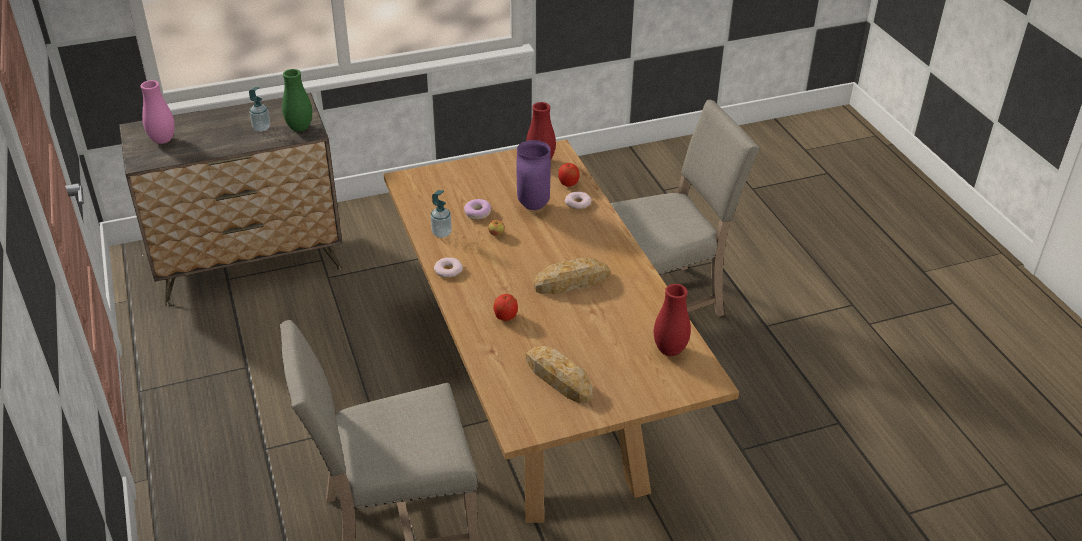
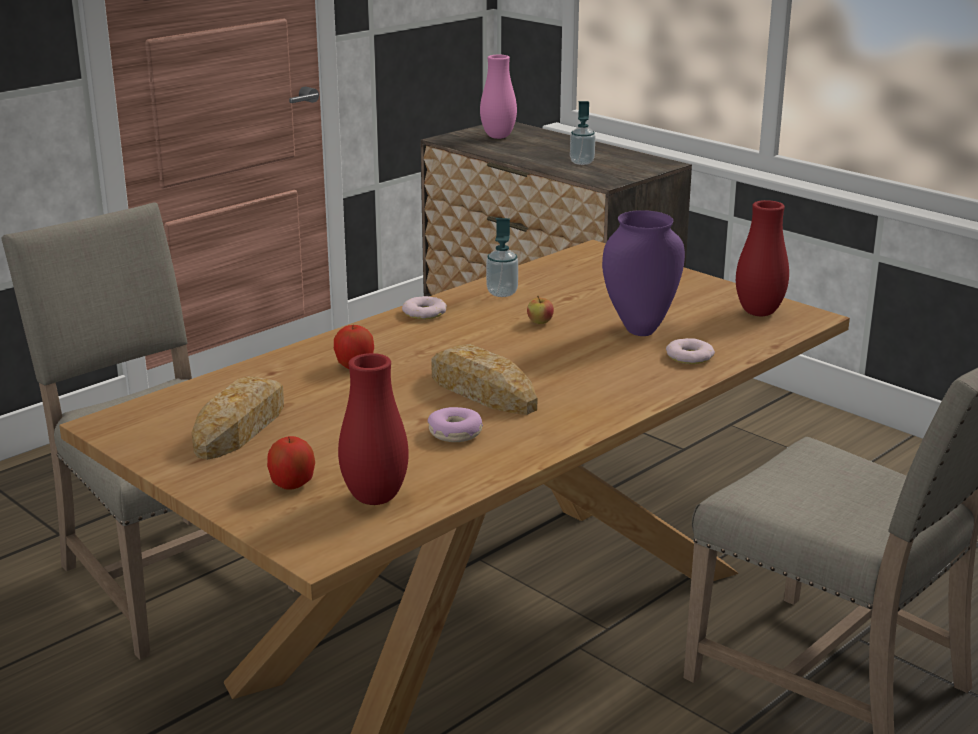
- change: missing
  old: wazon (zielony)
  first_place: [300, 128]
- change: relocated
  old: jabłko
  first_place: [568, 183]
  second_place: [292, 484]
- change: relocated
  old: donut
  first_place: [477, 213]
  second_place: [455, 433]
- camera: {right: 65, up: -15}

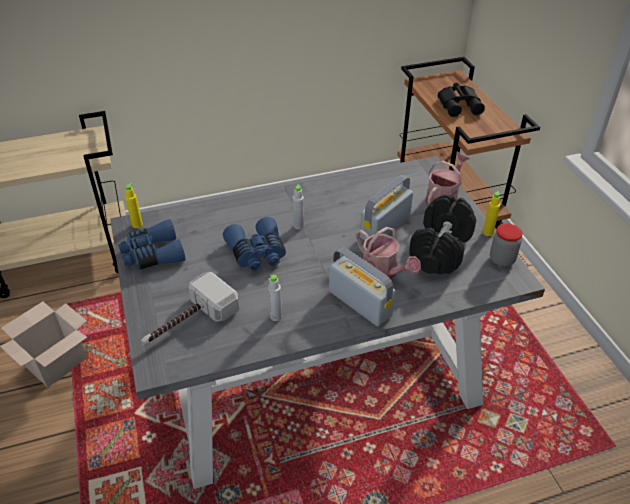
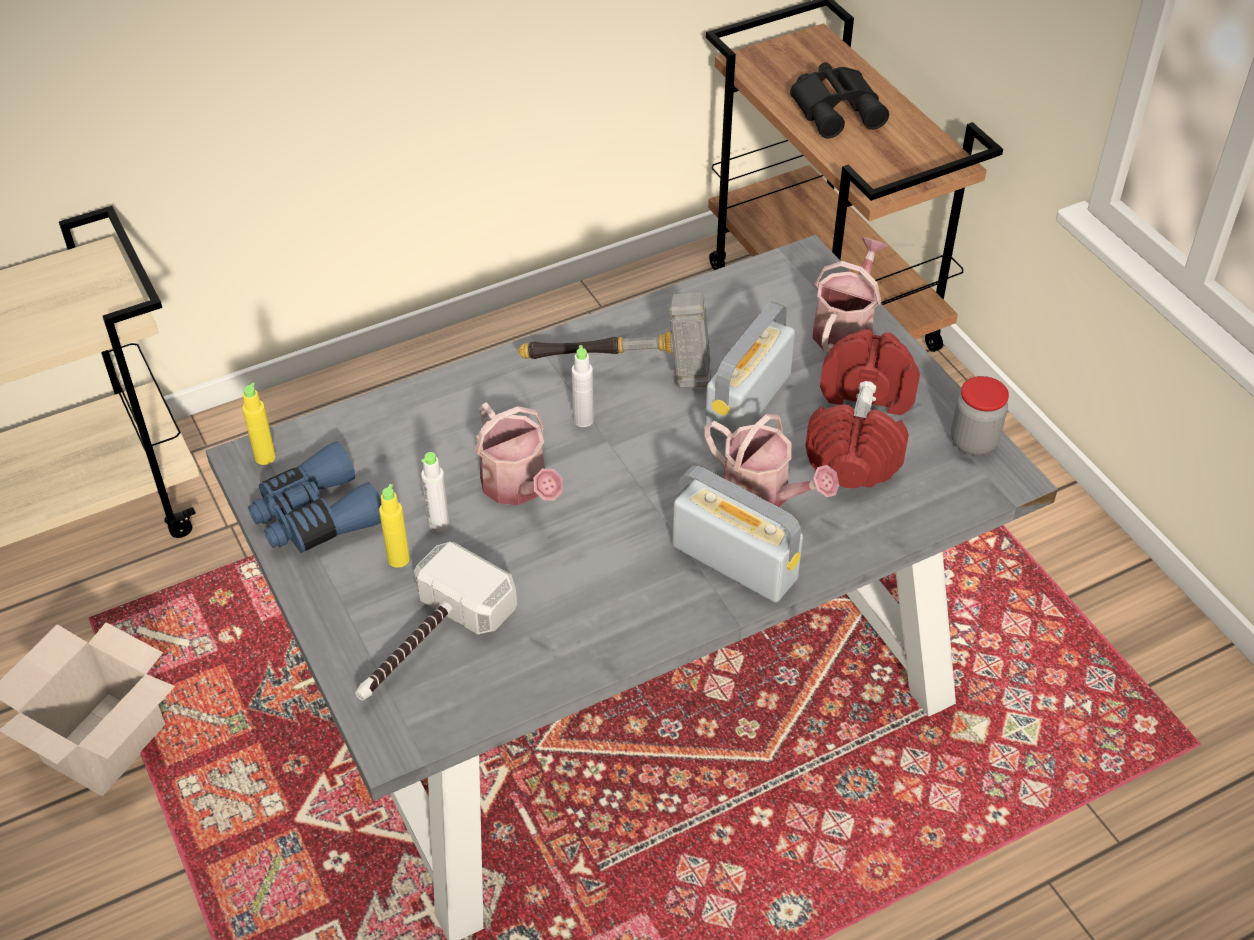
- change: relocated
  old: butelka (żółty)
  first_place: [488, 232]
  second_place: [398, 559]
- change: colour
  old: hantel (czarny)
  new: hantel (czerwony)
  first_place: [440, 249]
  second_place: [860, 434]
- change: exchanged
  old: lornetka (niebieski)
  new: konewka
  first_place: [257, 253]
  second_place: [518, 487]
- change: relocated
  old: butelka (szary)
  first_place: [276, 316]
  second_place: [438, 524]
- change: appeared
  new: młotek
  second_place: [623, 374]
- camera: {right: -10, up: 5}

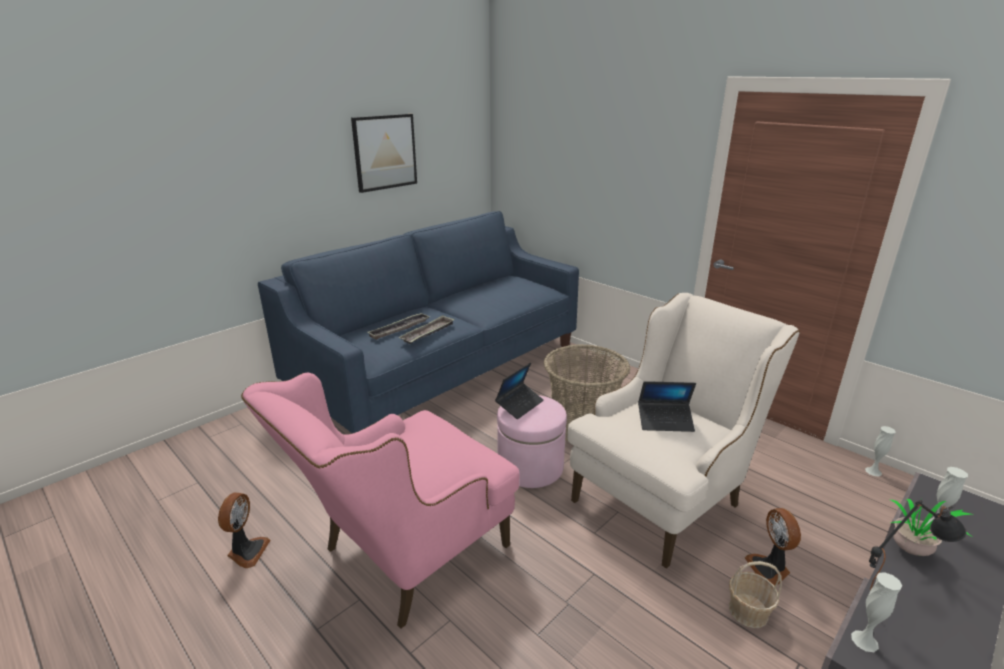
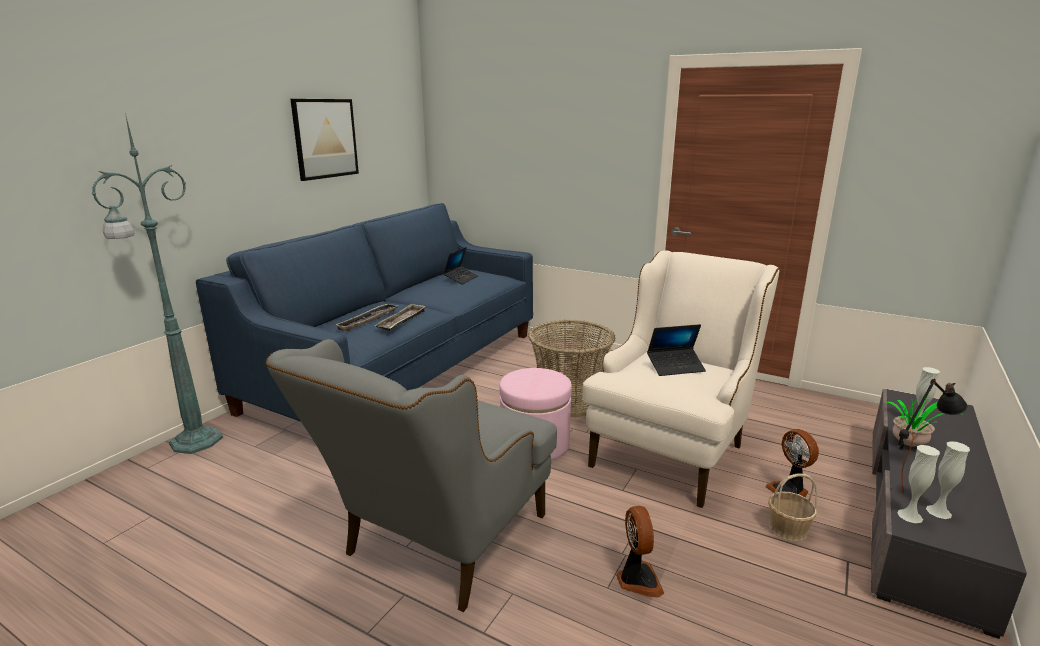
- change: relocated
  old: laptop
  first_place: [519, 405]
  second_place: [461, 279]
- change: colour
  old: fotel (różowy)
  new: fotel (szary)
  first_place: [402, 558]
  second_place: [436, 547]
- change: relocated
  old: wazon (biały)
  first_place: [873, 471]
  second_place: [938, 511]
- change: relocated
  old: wentylator
  first_place: [247, 551]
  second_place: [637, 580]
- change: appeared
  new: lampa stojąca (zielony)
  second_place: [193, 442]
- camera: {right: -15, up: -5}

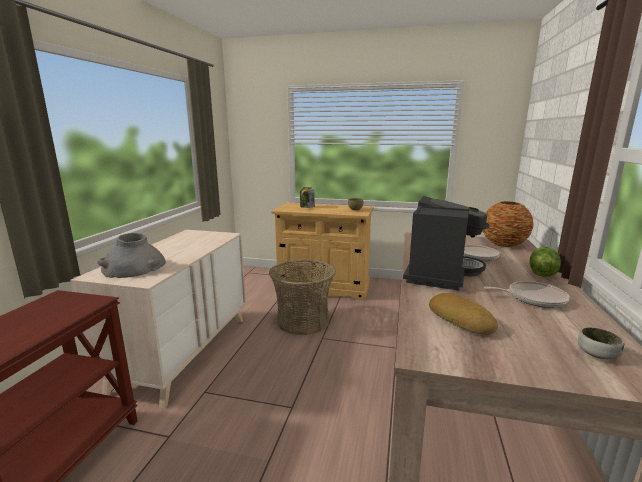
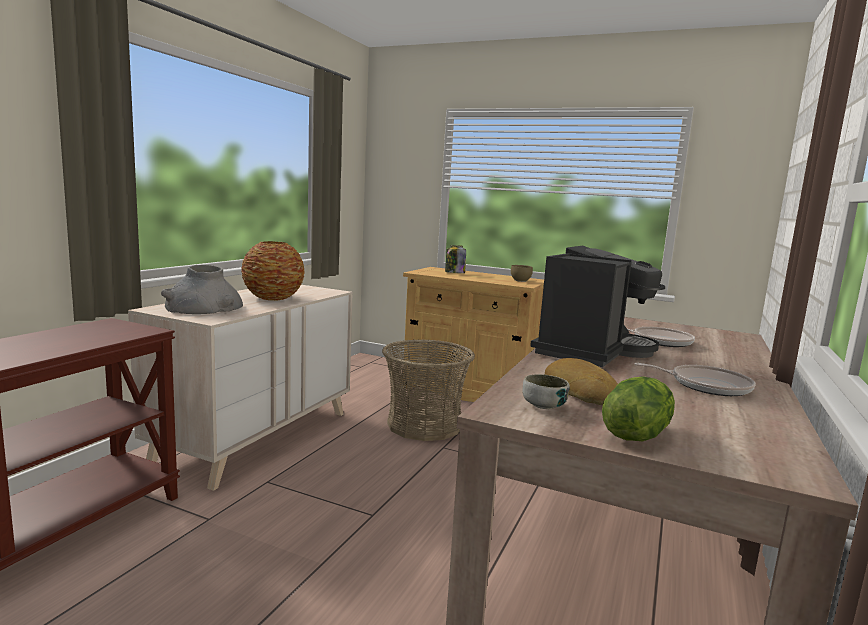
- change: relocated
  old: wazon
  first_place: [503, 244]
  second_place: [272, 298]
- change: relocated
  old: sałata
  first_place: [541, 273]
  second_place: [635, 434]
- change: relocated
  old: miska
  first_place: [597, 354]
  second_place: [543, 405]
- camera: {right: 10, up: -5}

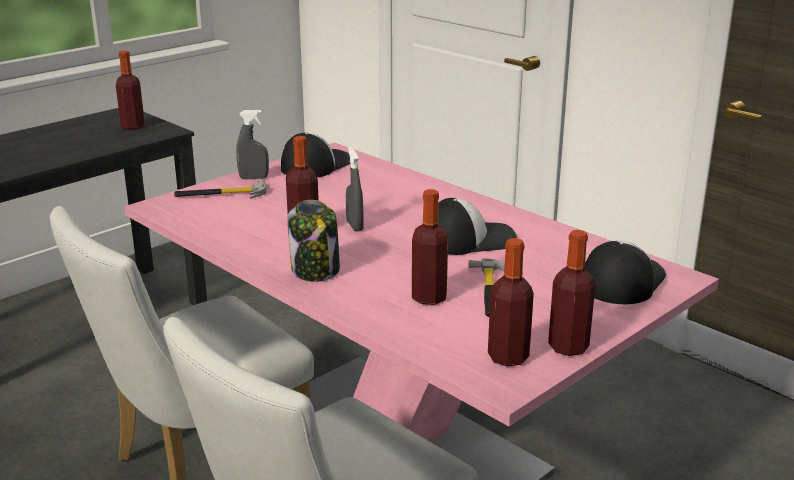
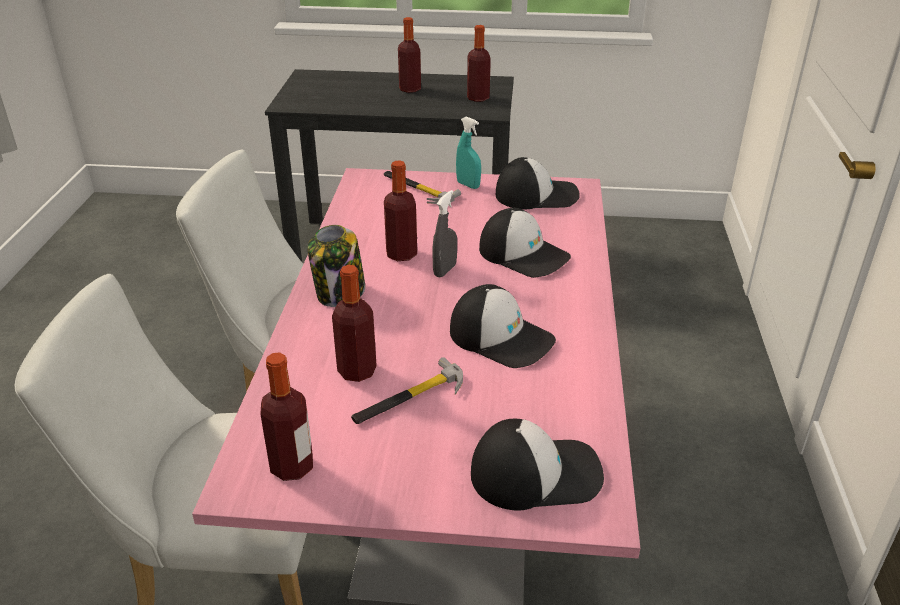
- change: colour
  old: spryskiwacz (szary)
  new: spryskiwacz (turkusowy)
  first_place: [254, 178]
  second_place: [468, 185]
- change: relocated
  old: butelka
  first_place: [568, 347]
  second_place: [410, 89]
- change: appeared
  new: czapka z daszkiem
  second_place: [524, 254]
- camera: {right: 50, up: 10}

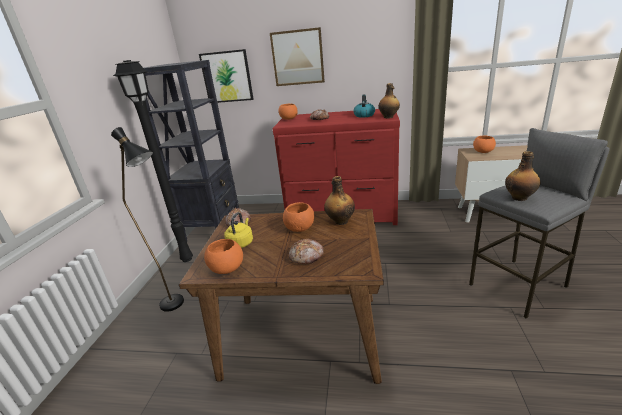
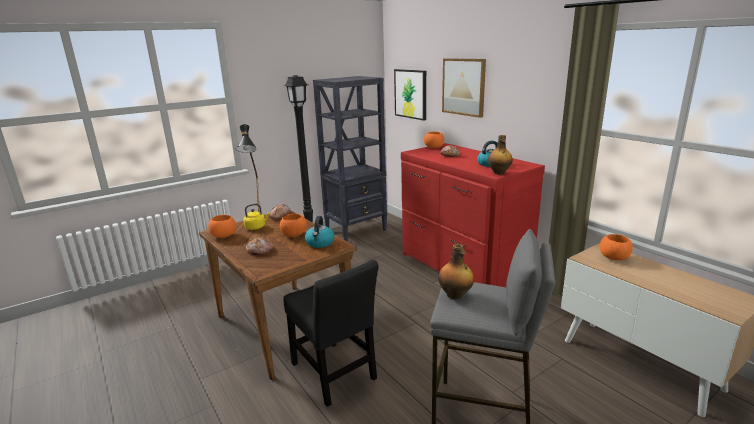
- change: exchanged
  old: butelka
  new: czajnik
  first_place: [340, 221]
  second_place: [320, 243]
- change: appeared
  new: krzesło (czarny)
  second_place: [334, 374]
- camera: {right: 45, up: -5}

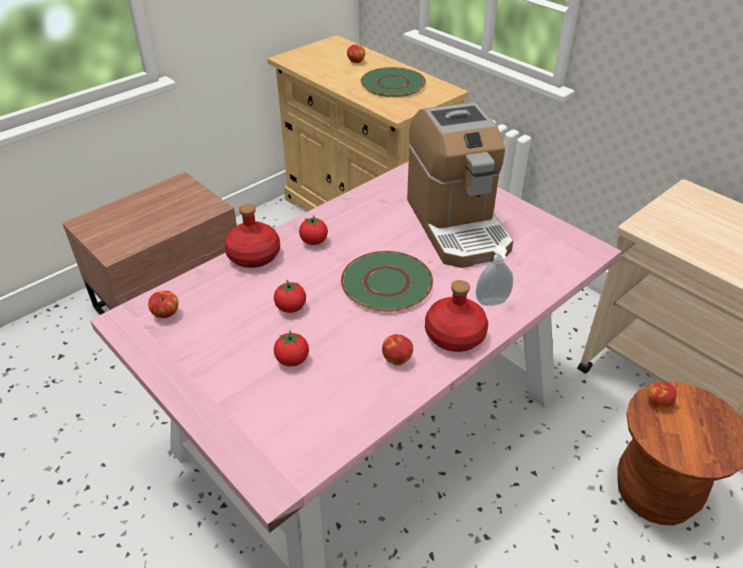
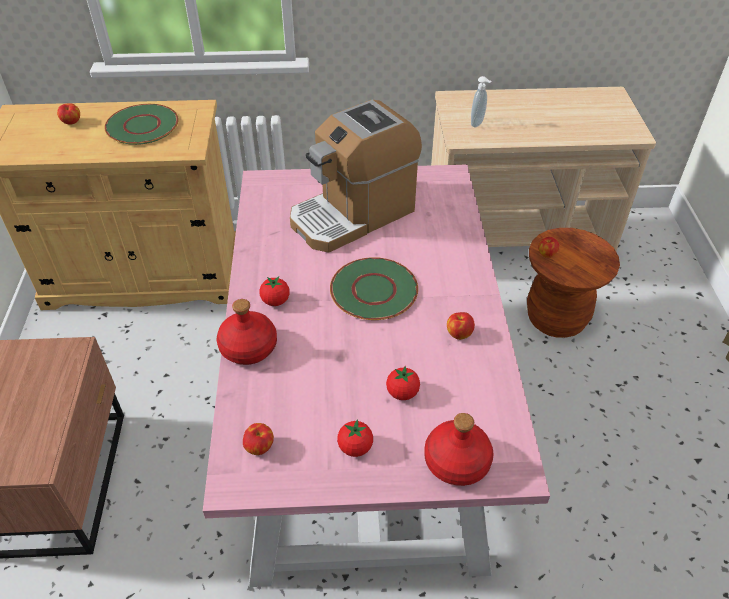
- change: spun
  old: ekspres do kawy
  first_place: [457, 225]
  second_place: [353, 215]
  degrees: 120
- change: relocated
  old: dozownik mydła
  first_place: [492, 303]
  second_place: [478, 123]
- change: relocated
  old: pomidor
  first_place: [291, 308]
  second_place: [355, 447]
- change: relocated
  old: butelka (czerwony)
  first_place: [454, 335]
  second_place: [456, 462]
- camera: {right: -50, up: 5}

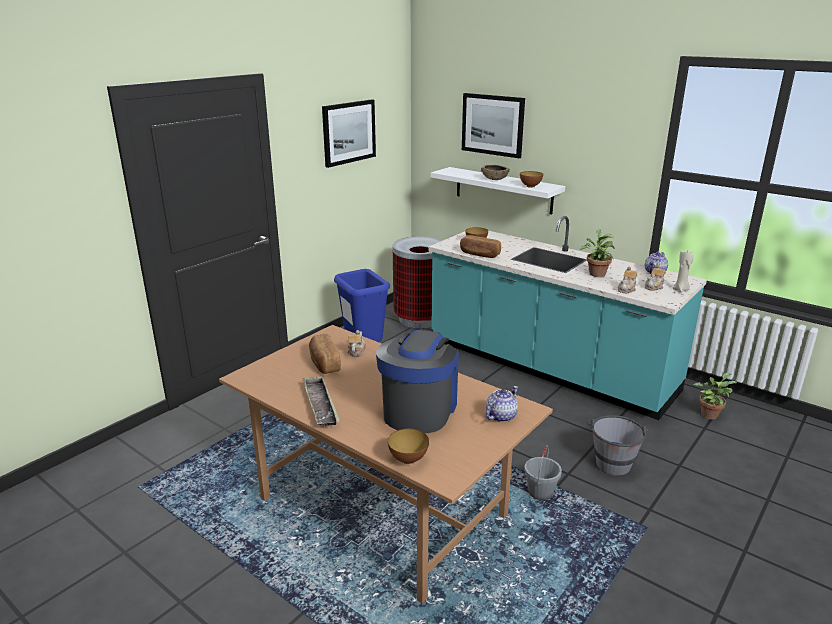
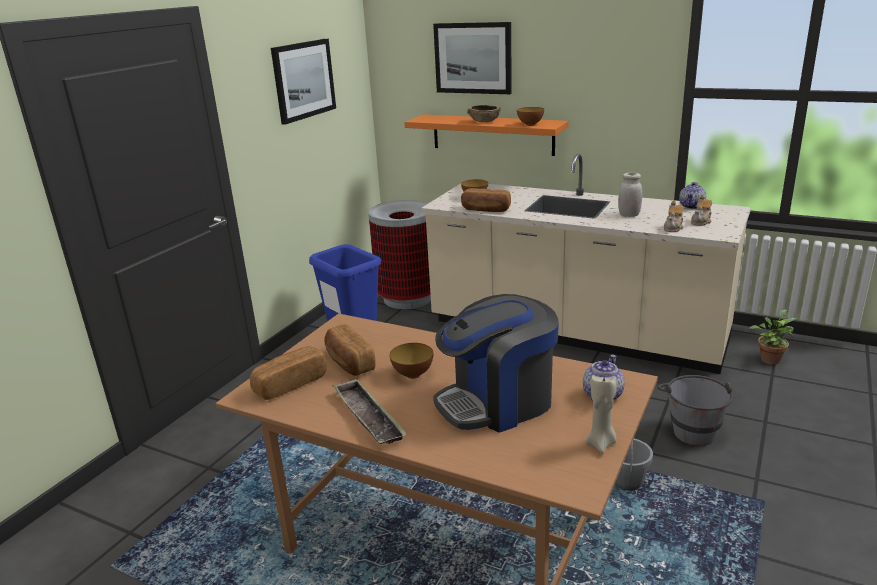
- change: colour
  old: półka (biały)
  new: półka (pomarańczowy)
  first_place: [503, 190]
  second_place: [492, 134]
- change: colour
  old: zabudowa kuchenna (turkusowy)
  new: zabudowa kuchenna (beżowy)
  first_place: [548, 367]
  second_place: [575, 332]
- change: exchanged
  old: roślina doniczkowa
  new: słoik (biały)
  first_place: [596, 273]
  second_place: [629, 215]
- change: relocated
  old: świeca (beżowy)
  first_place: [681, 290]
  second_place: [601, 443]
- change: spun
  old: ekspres do kawy
  first_place: [419, 409]
  second_place: [497, 402]
  degrees: -120
- change: missing
  old: imbryk
  first_place: [356, 351]
- change: relocated
  old: miska
  first_place: [408, 459]
  second_place: [413, 374]
- change: appeared
  new: chleb
  second_place: [289, 384]
- camera: {right: -10, up: 0}

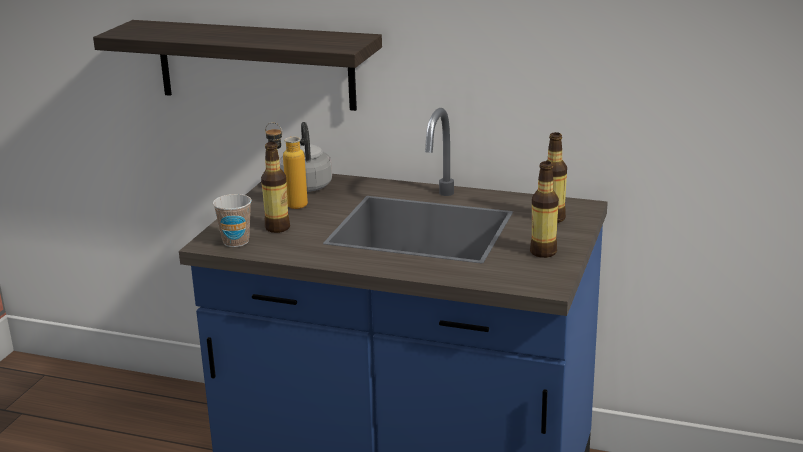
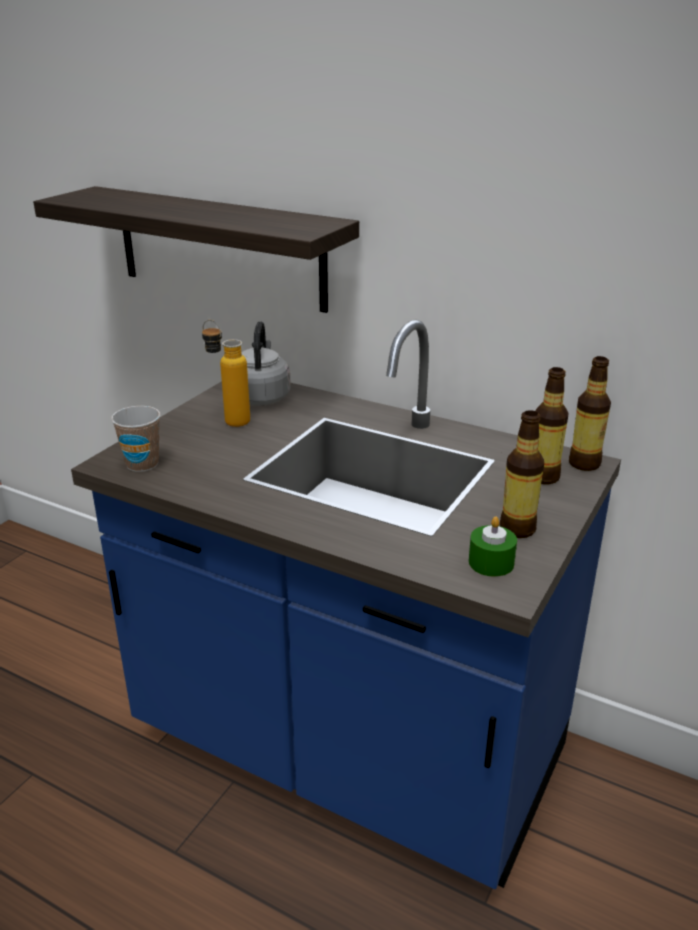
- change: relocated
  old: butelka
  first_place: [277, 228]
  second_place: [584, 464]
- change: appeared
  new: świeca (zielony)
  second_place: [491, 562]
- camera: {right: 10, up: 5}

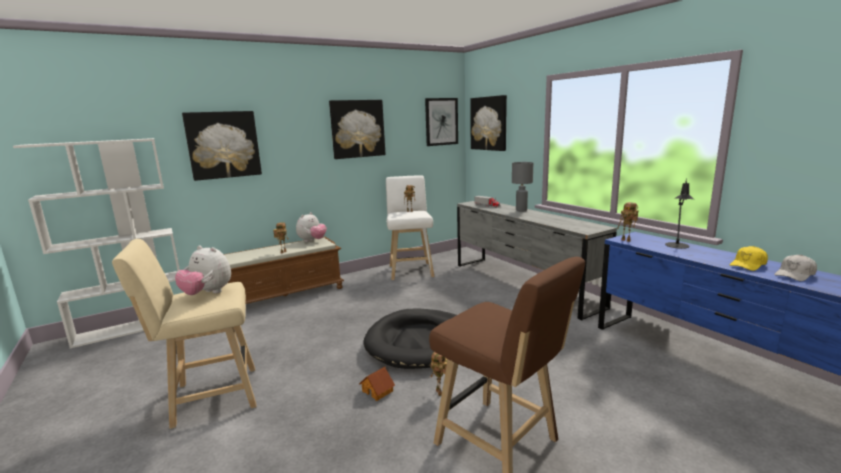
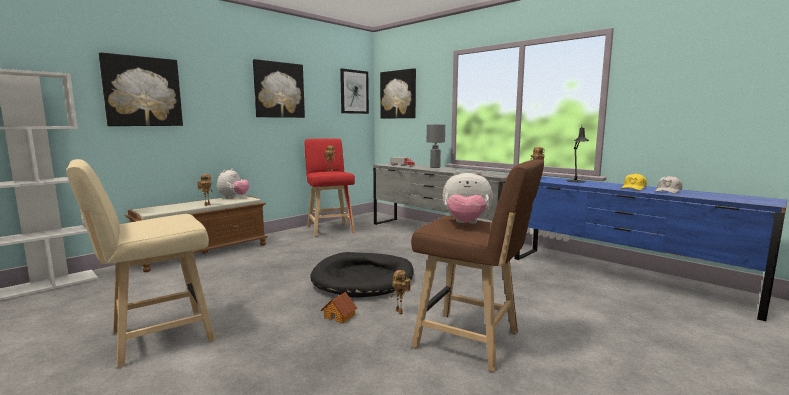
- change: colour
  old: stołek (biały)
  new: stołek (czerwony)
  first_place: [411, 270]
  second_place: [330, 229]
- change: relocated
  old: pluszak
  first_place: [207, 293]
  second_place: [466, 224]
- camera: {right: -15, up: -5}

